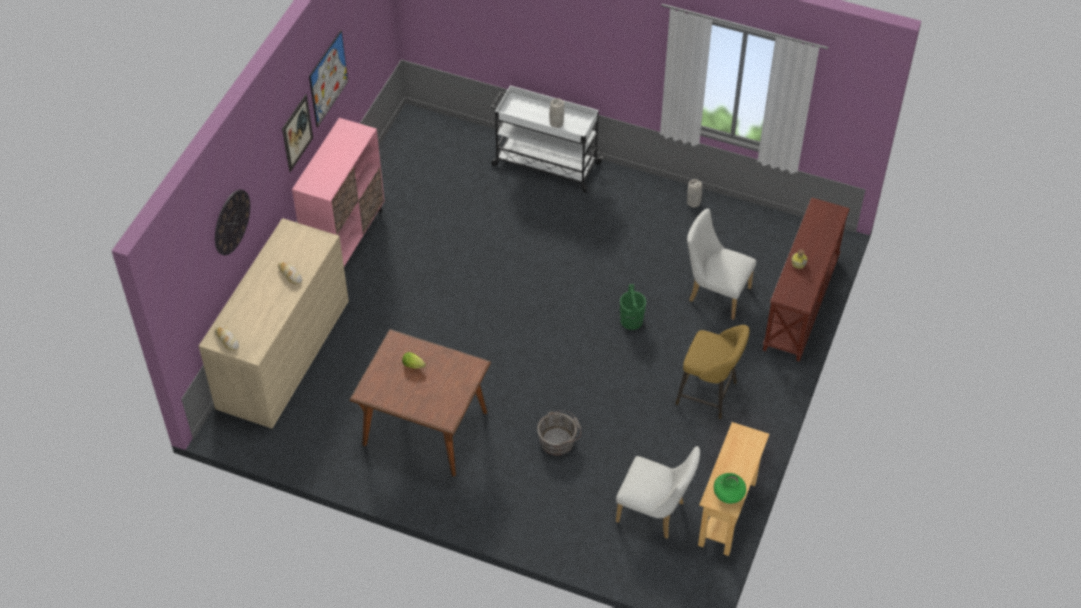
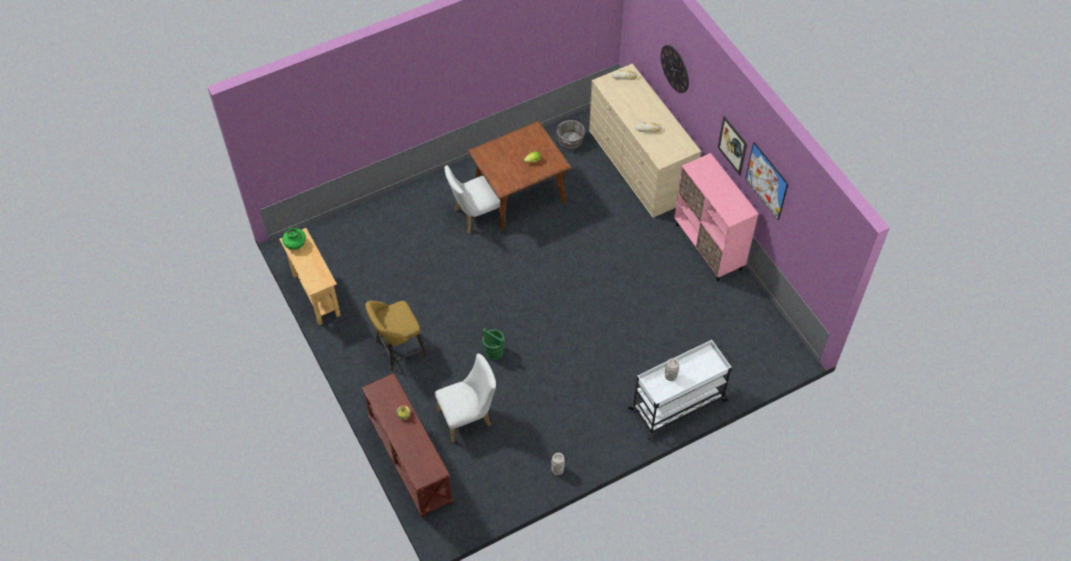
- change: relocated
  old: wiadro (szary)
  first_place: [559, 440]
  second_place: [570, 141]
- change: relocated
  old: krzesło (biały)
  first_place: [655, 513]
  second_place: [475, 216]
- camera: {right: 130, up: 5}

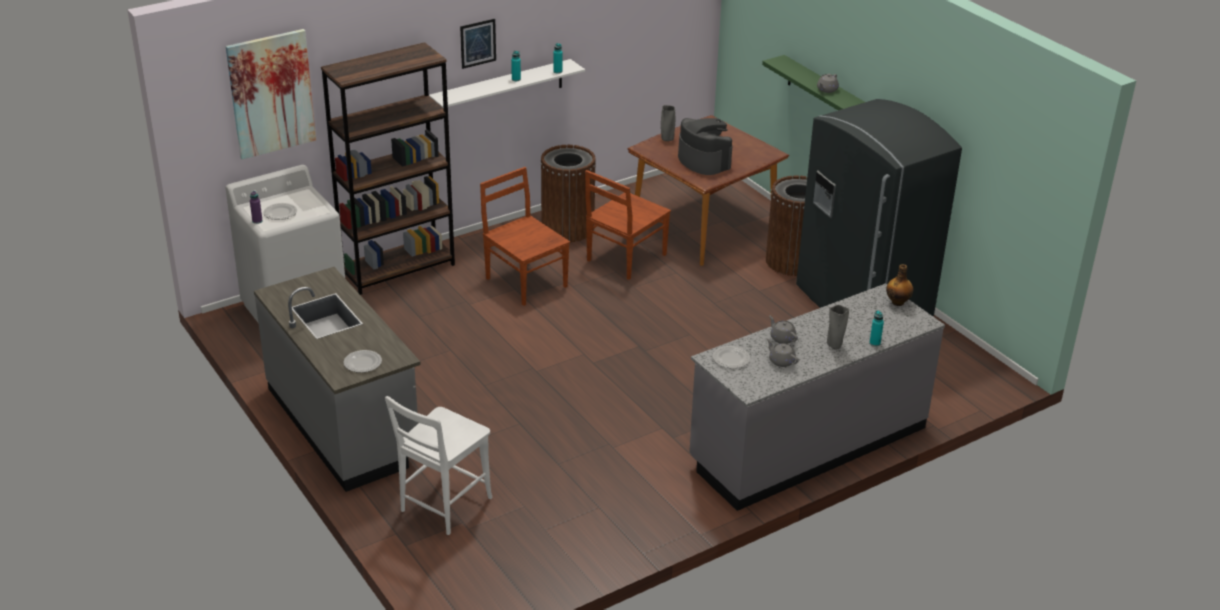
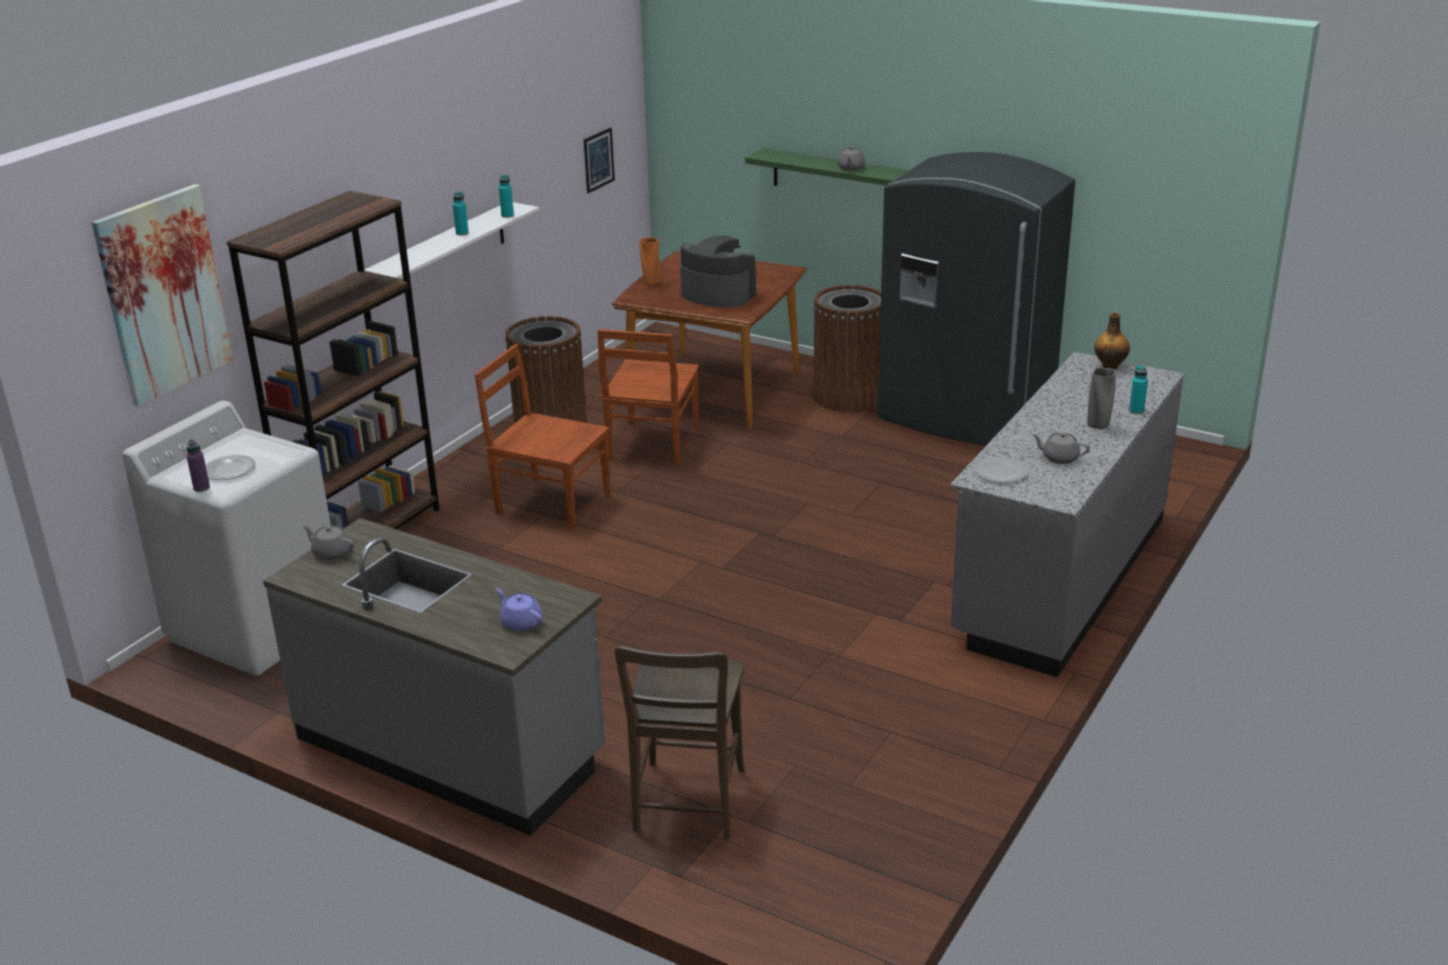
- change: relocated
  old: obraz
  first_place: [478, 43]
  second_place: [598, 160]
- change: colour
  old: wazon (szary)
  new: wazon (pomarańczowy)
  first_place: [667, 139]
  second_place: [651, 284]
- change: relocated
  old: imbryk (szary)
  first_place: [782, 338]
  second_place: [331, 552]
- change: exchanged
  old: talerz
  new: imbryk (fioletowy)
  first_place: [362, 363]
  second_place: [520, 622]
- change: colour
  old: krzesło (biały)
  new: krzesło (brązowy)
  first_place: [442, 507]
  second_place: [687, 805]
- camera: {right: -25, up: -5}

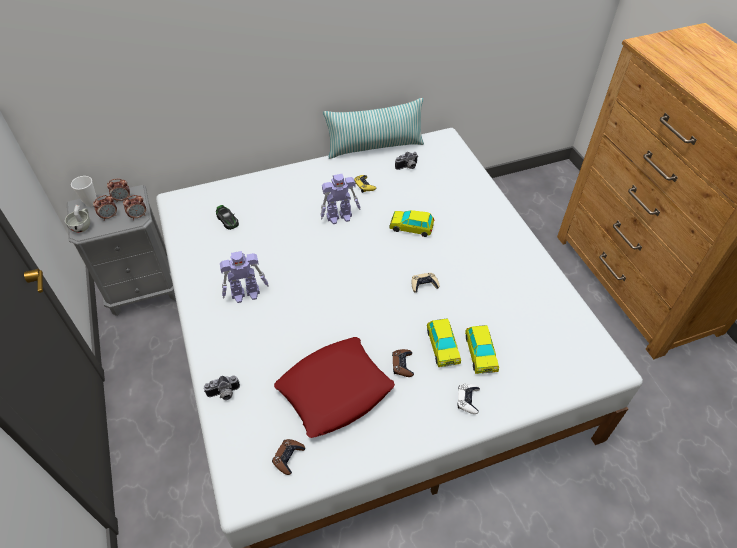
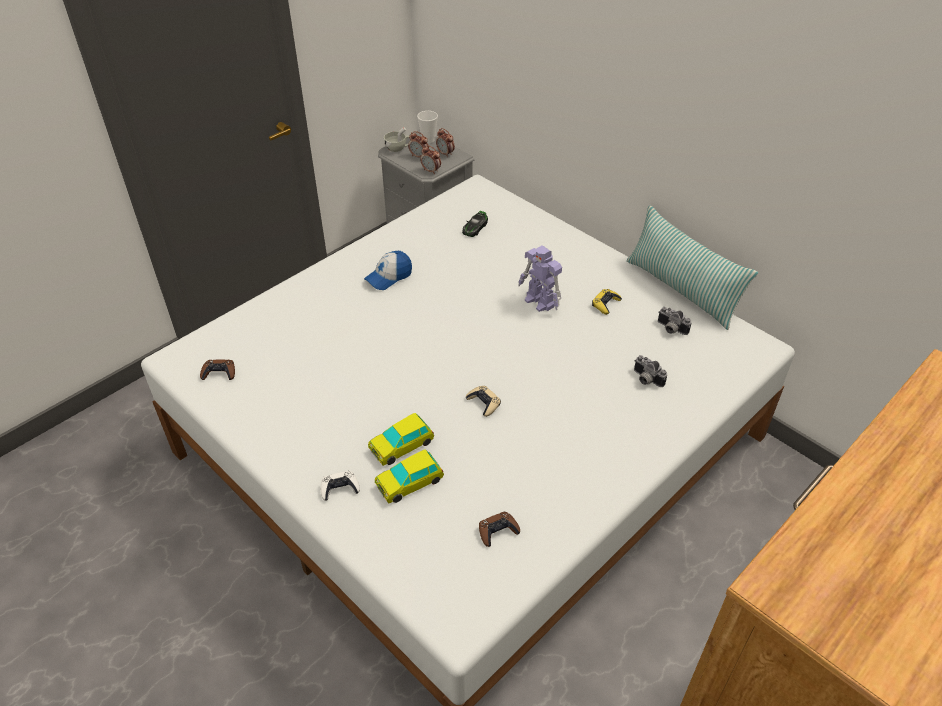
- change: missing
  old: samochodzik
  first_place: [411, 227]
- change: exchanged
  old: robot zabawkowy
  new: czapka z daszkiem
  first_place: [246, 293]
  second_place: [389, 277]
- change: missing
  old: poduszka (czerwony)
  first_place: [335, 390]
- change: relocated
  old: pad do gier (brązowy)
  first_place: [402, 365]
  second_place: [497, 531]
- change: relocated
  old: aparat fotograficzny
  first_place: [224, 394]
  second_place: [645, 379]
- camera: {right: 65, up: -5}

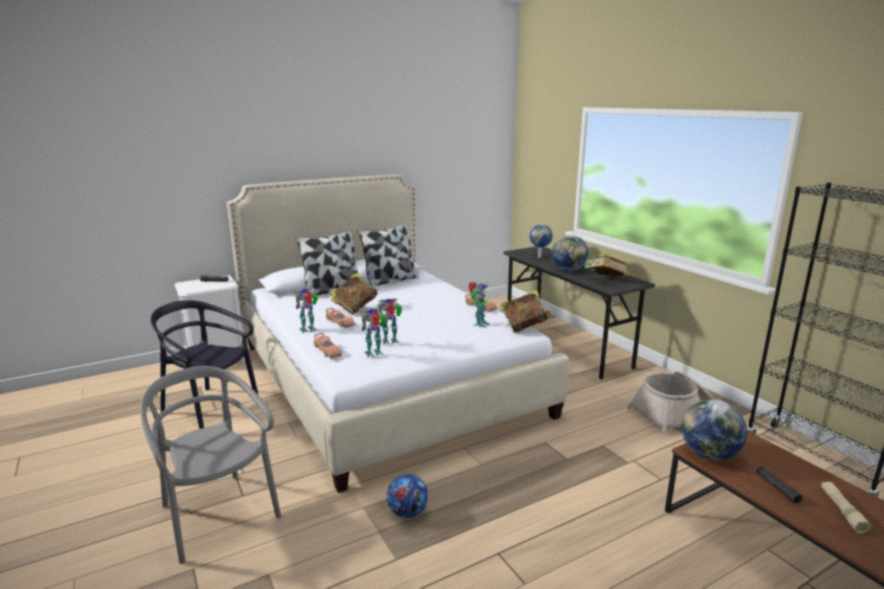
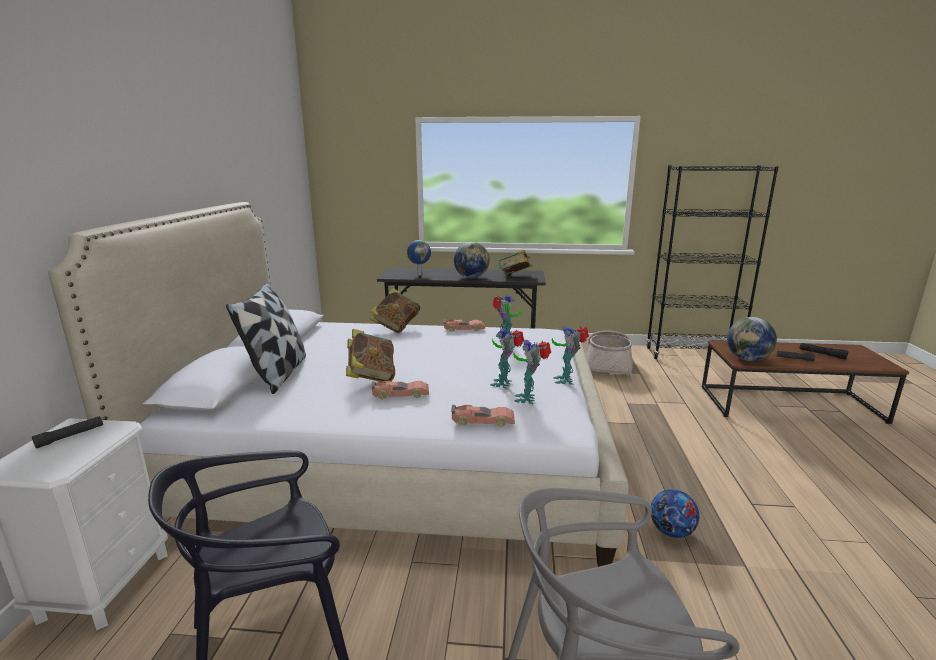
- change: missing
  old: poduszka
  first_place: [390, 281]
- change: relocated
  old: robot zabawkowy
  first_place: [308, 329]
  second_place: [566, 379]
- change: relocated
  old: książka
  first_place: [524, 327]
  second_place: [396, 327]
- change: colour
  old: latarka (beżowy)
  new: latarka (czarny)
  first_place: [842, 511]
  second_place: [822, 354]
- camera: {right: -55, up: 0}

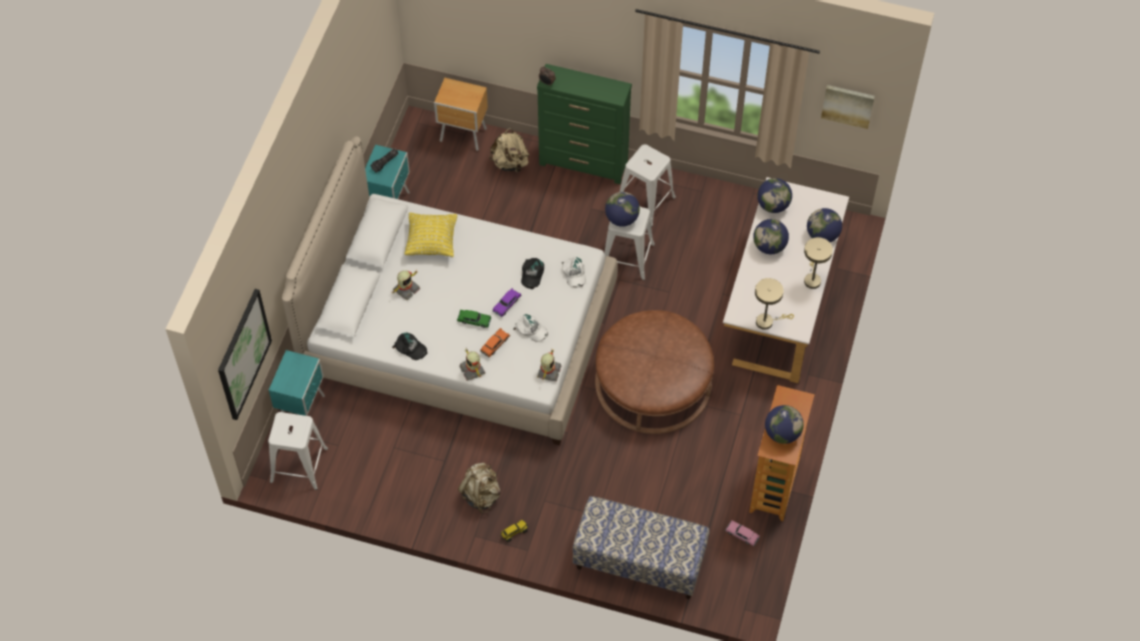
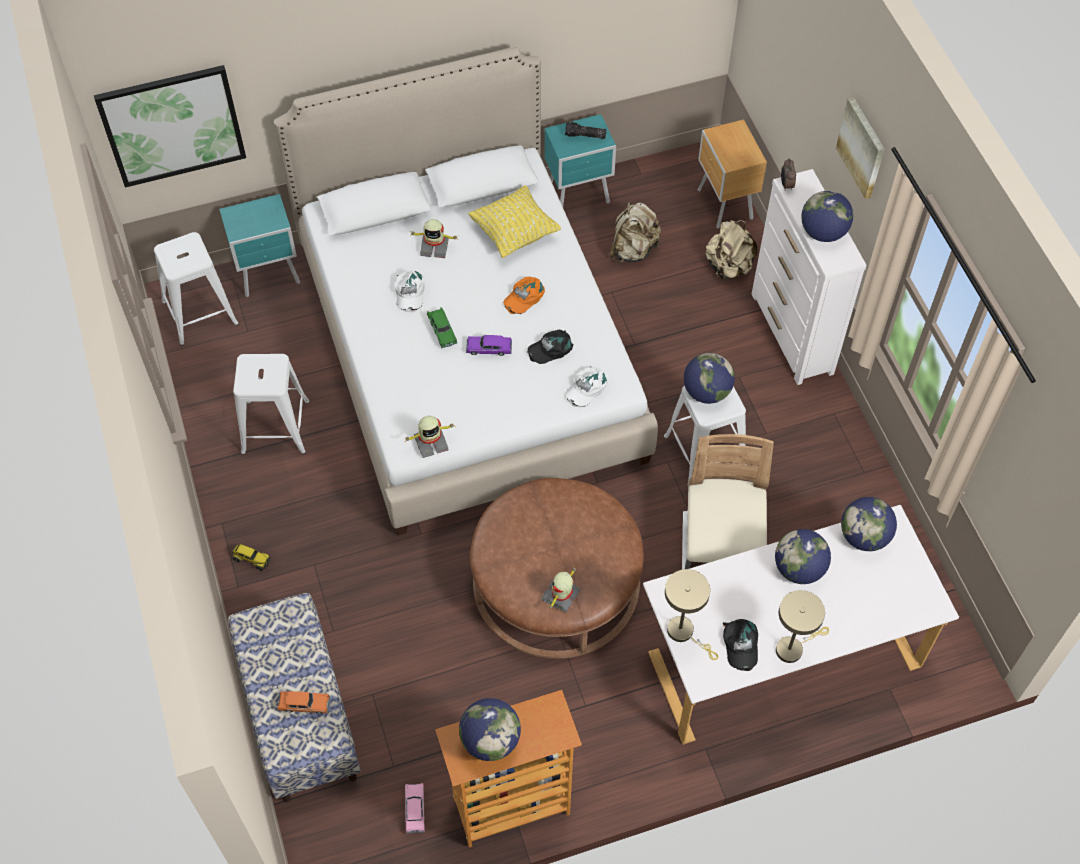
- change: colour
  old: komoda (zielony)
  new: komoda (biały)
  first_place: [584, 164]
  second_place: [792, 334]
- change: relocated
  old: obraz
  first_place: [848, 105]
  second_place: [862, 147]
- change: relocated
  old: stołek (biały)
  first_place: [645, 201]
  second_place: [275, 427]
- change: relocated
  old: globus
  first_place: [822, 235]
  second_place: [823, 232]
- change: relocated
  old: czapka z daszkiem (biały)
  first_place: [531, 329]
  second_place: [409, 293]
- change: relocated
  old: samochodzik (pomarańczowy)
  first_place: [495, 345]
  second_place: [304, 705]
- change: relocated
  old: czapka z daszkiem (czarny)
  first_place: [410, 348]
  second_place: [740, 645]
- change: relocated
  old: robot zabawkowy
  first_place: [473, 369]
  second_place: [561, 596]
- change: relocated
  old: plecak (beżowy)
  first_place: [481, 495]
  second_place: [633, 250]
- change: appeared
  new: czapka z daszkiem (pomarańczowy)
  second_place: [524, 297]
- change: appeared
  new: krzesło (beżowy)
  second_place: [719, 551]
- camera: {right: 55, up: 0}

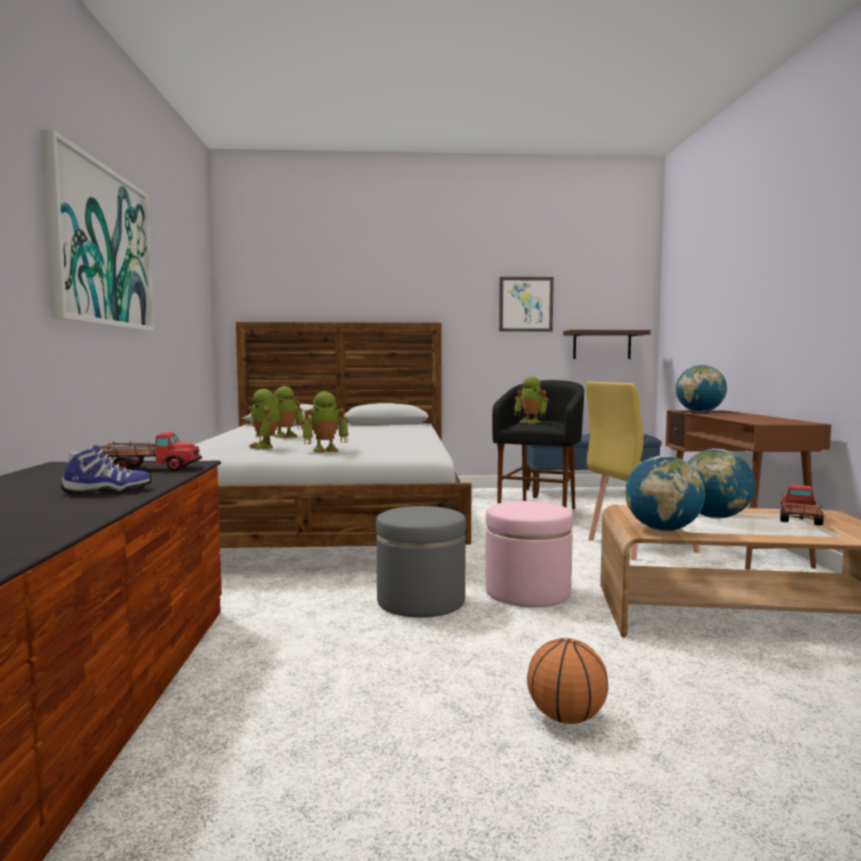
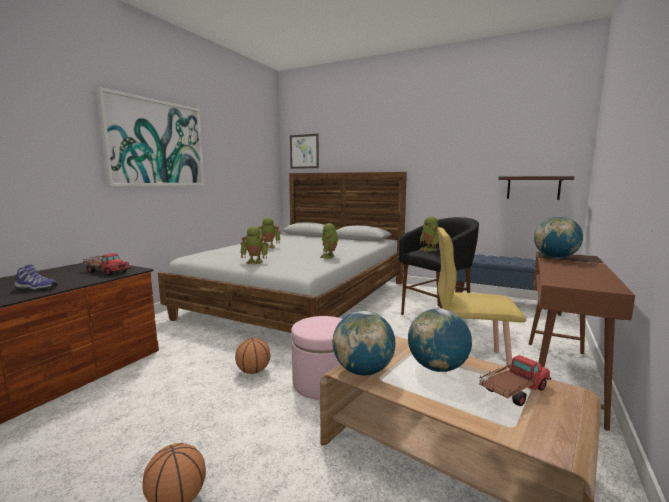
- change: relocated
  old: obraz
  first_place: [526, 304]
  second_place: [304, 151]
- change: relocated
  old: robot zabawkowy
  first_place: [265, 446]
  second_place: [329, 257]
- change: exchanged
  old: pufa (szary)
  new: piłka do koszykówki
  first_place: [421, 601]
  second_place: [253, 371]
- camera: {right: 30, up: 5}

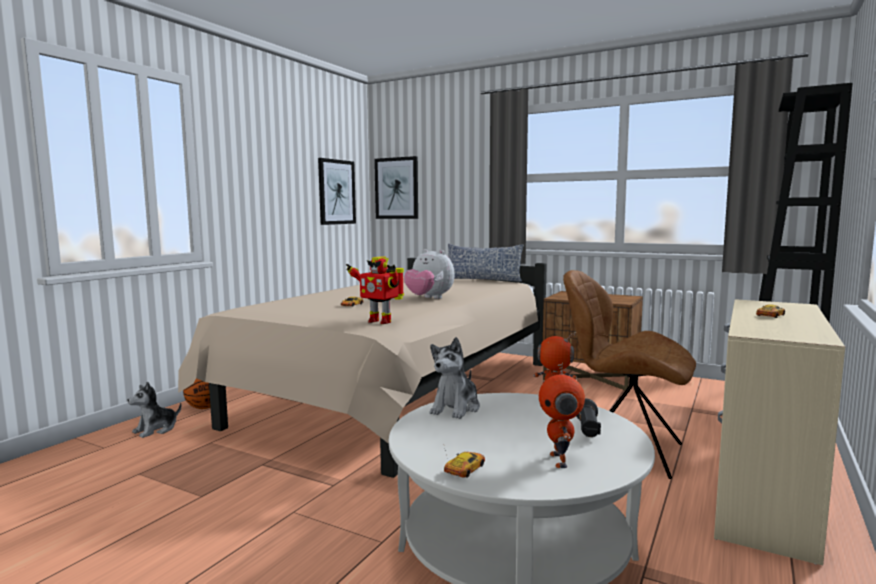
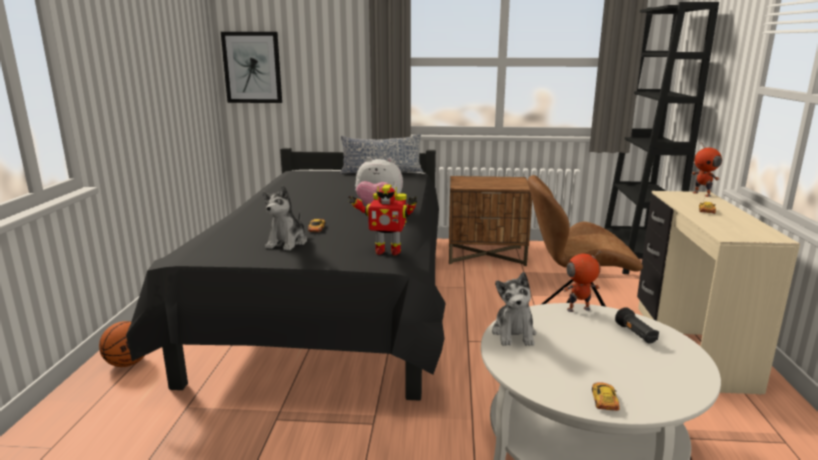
- change: missing
  old: obraz
  first_place: [336, 192]
- change: colour
  old: łóżko (beżowy)
  new: łóżko (czarny)
  first_place: [398, 395]
  second_place: [333, 305]
- change: relocated
  old: robot zabawkowy
  first_place: [560, 460]
  second_place: [702, 194]
- change: relocated
  old: pluszak
  first_place: [156, 430]
  second_place: [287, 242]
- camera: {right: -25, up: 10}

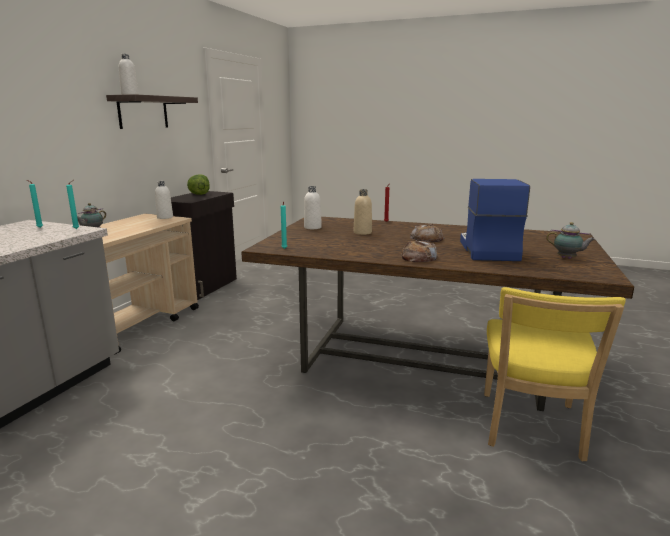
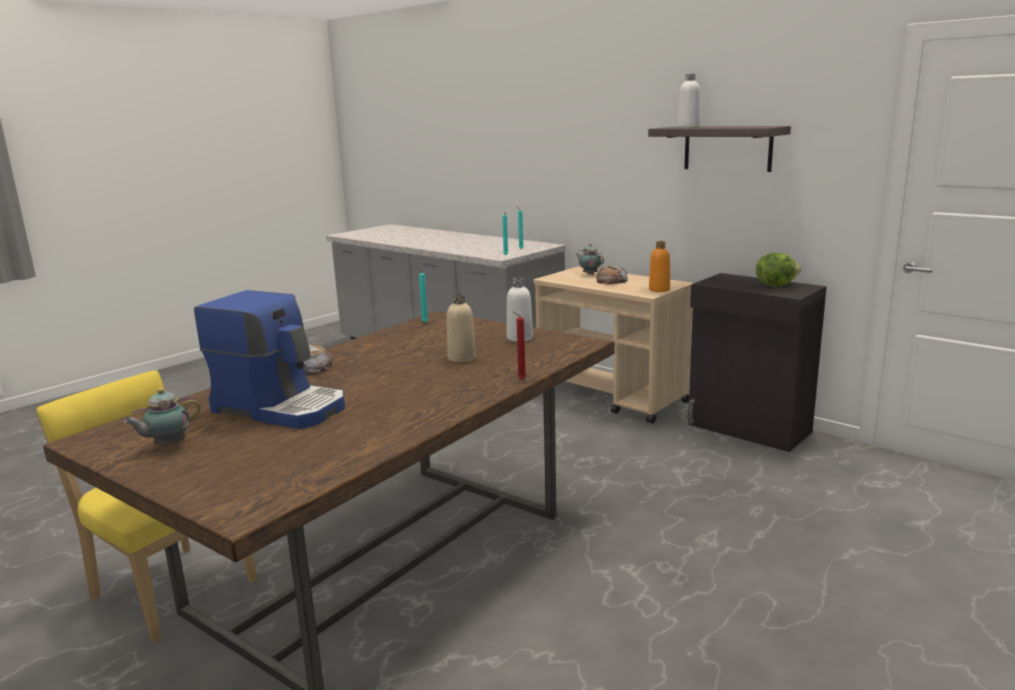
- change: colour
  old: butelka (biały)
  new: butelka (pomarańczowy)
  first_place: [165, 217]
  second_place: [659, 289]
- change: relocated
  old: chleb
  first_place: [426, 239]
  second_place: [611, 281]
- camera: {right: 110, up: 0}

